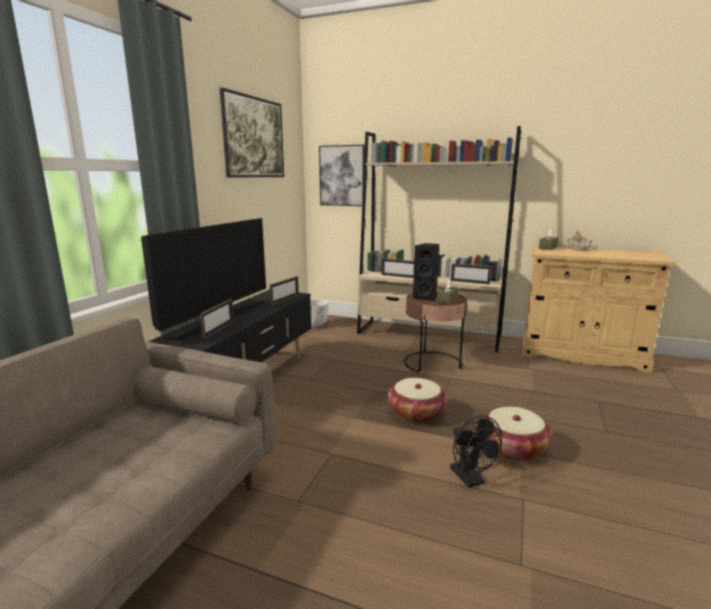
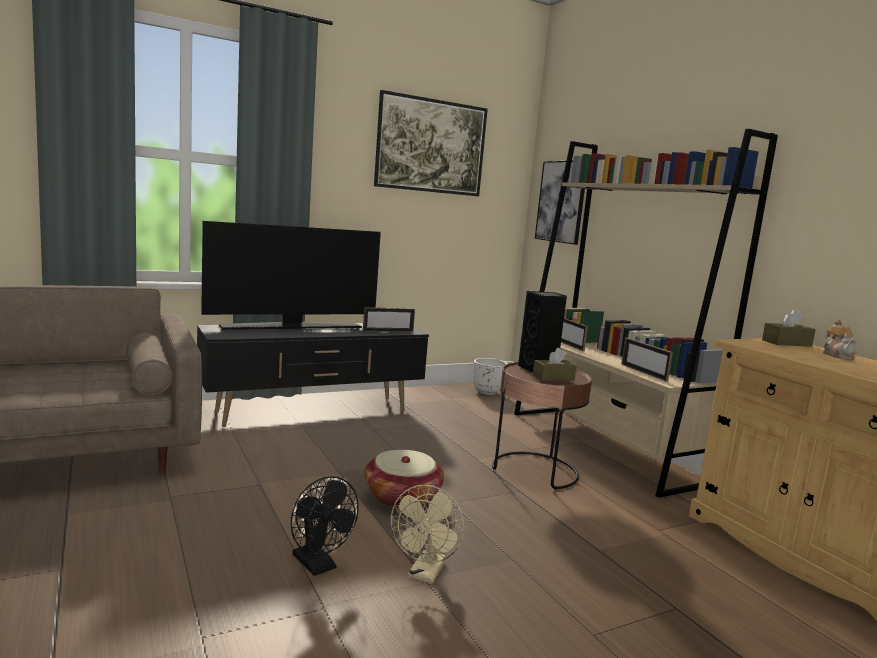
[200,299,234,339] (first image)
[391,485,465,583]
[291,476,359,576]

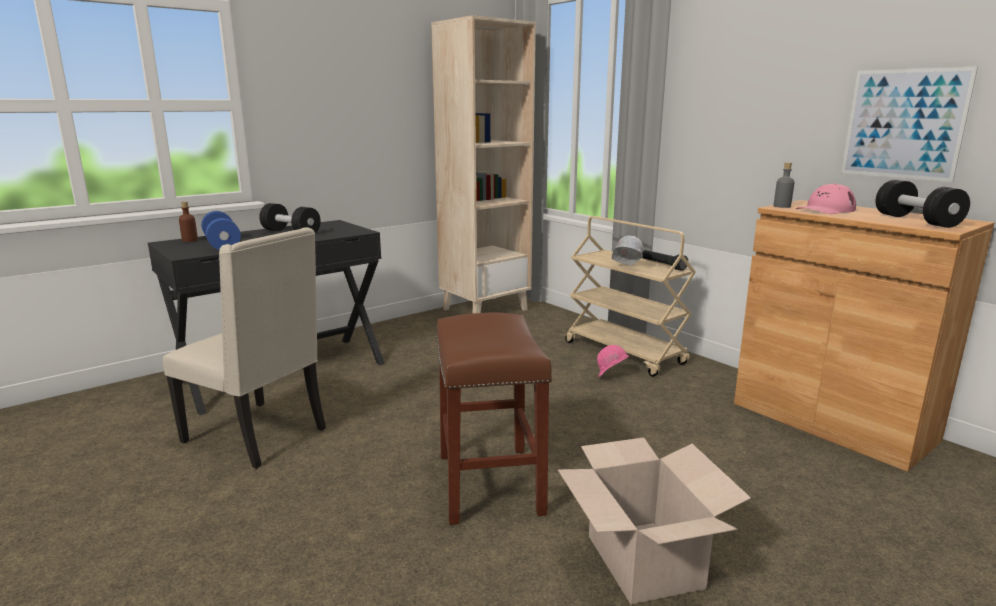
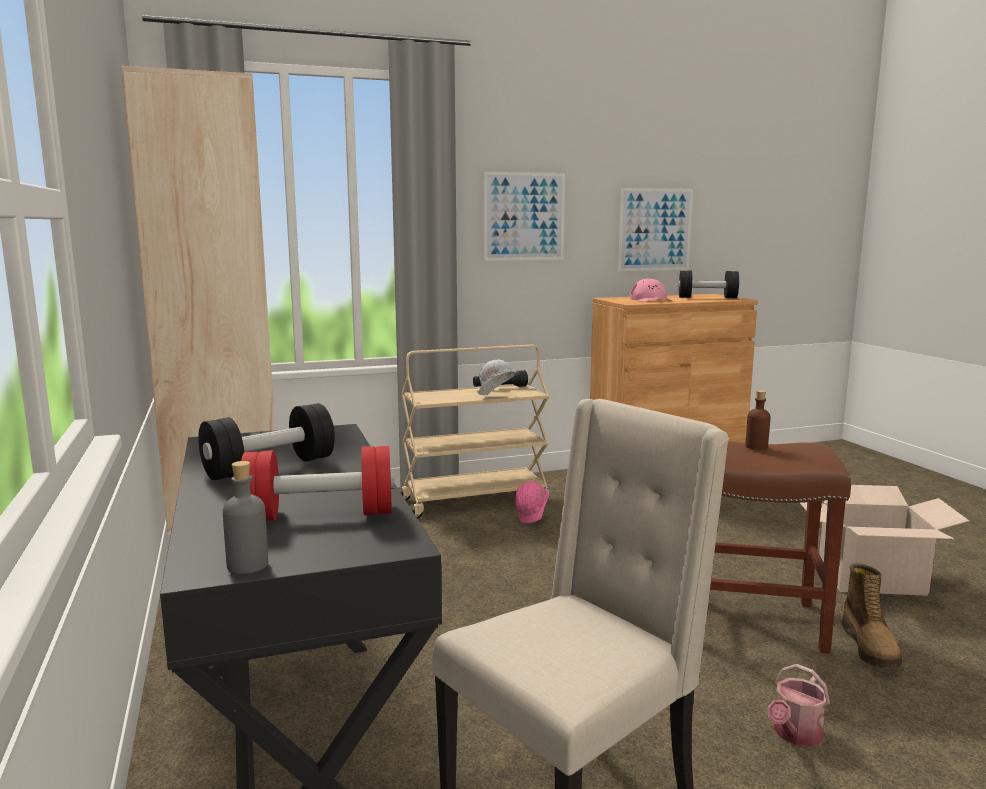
[484,172,565,261]
[767,664,830,746]
[842,563,902,669]
[745,390,771,450]
[223,461,268,574]
[241,446,394,521]

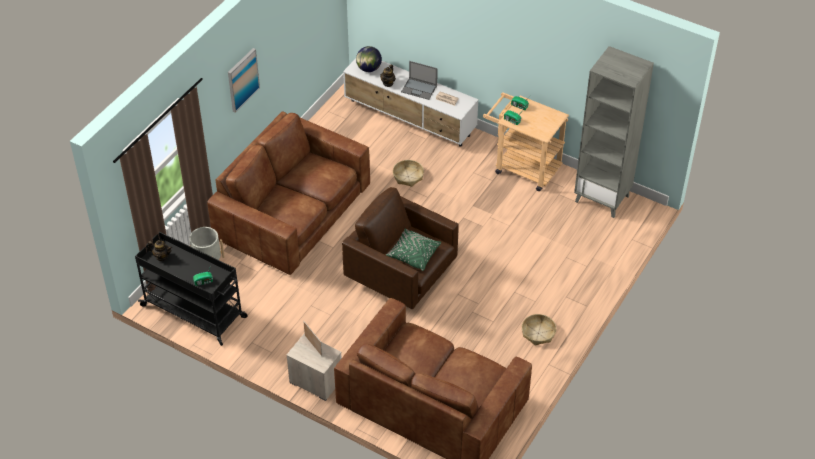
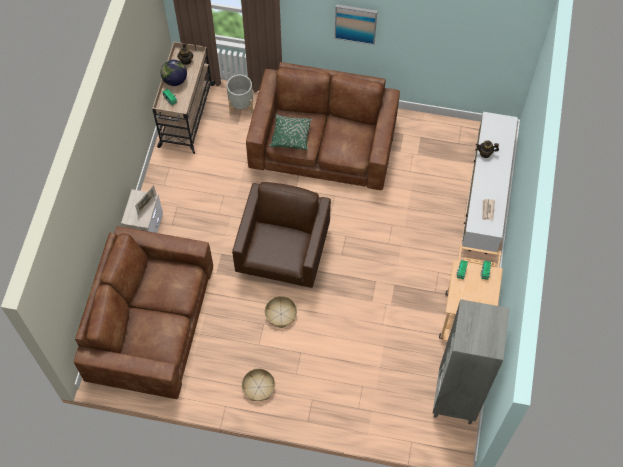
[401,61,438,100] (first image)
[161,60,187,86]
[269,114,312,150]
[265,296,297,328]
[152,42,215,154]

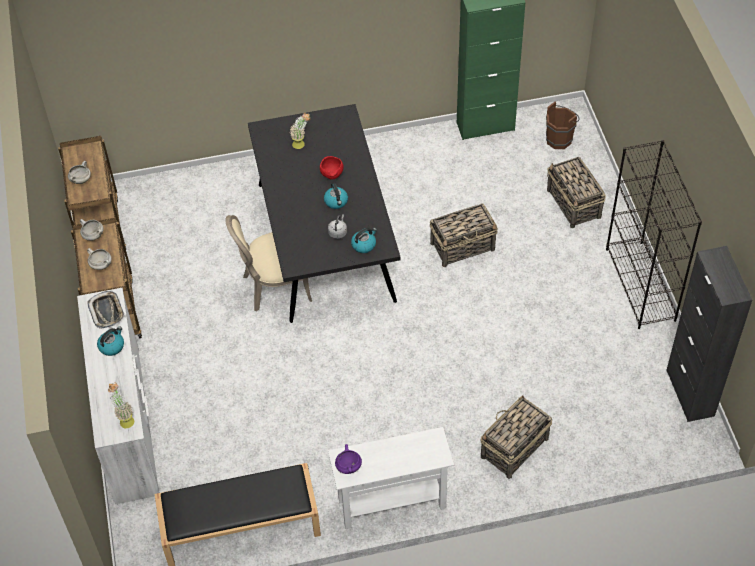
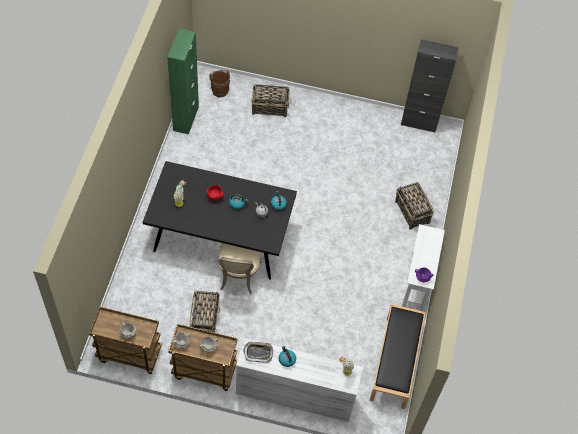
[606,140,702,329] (first image)
[189,291,220,333]

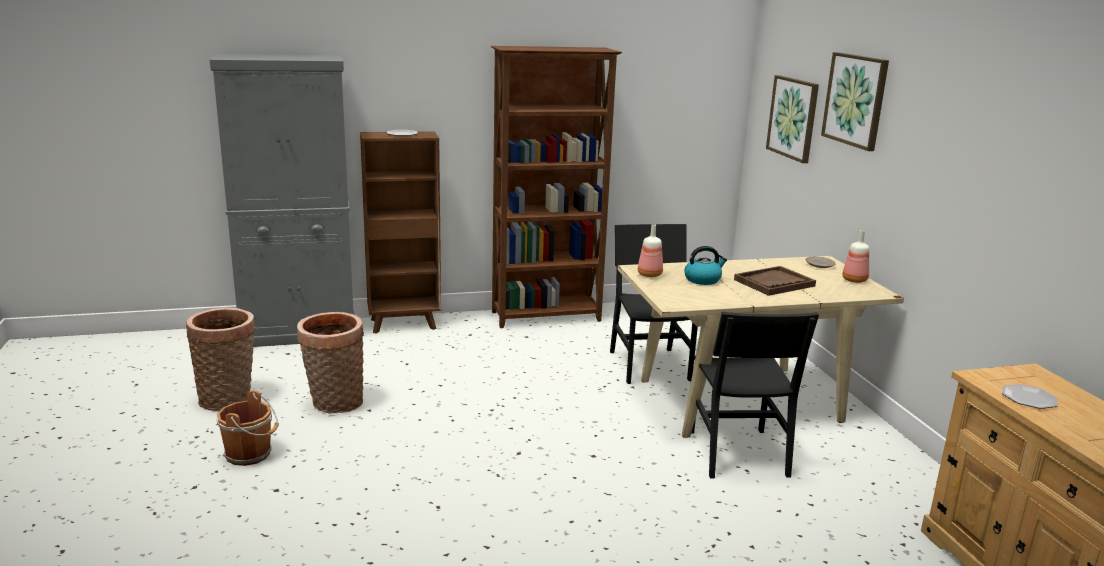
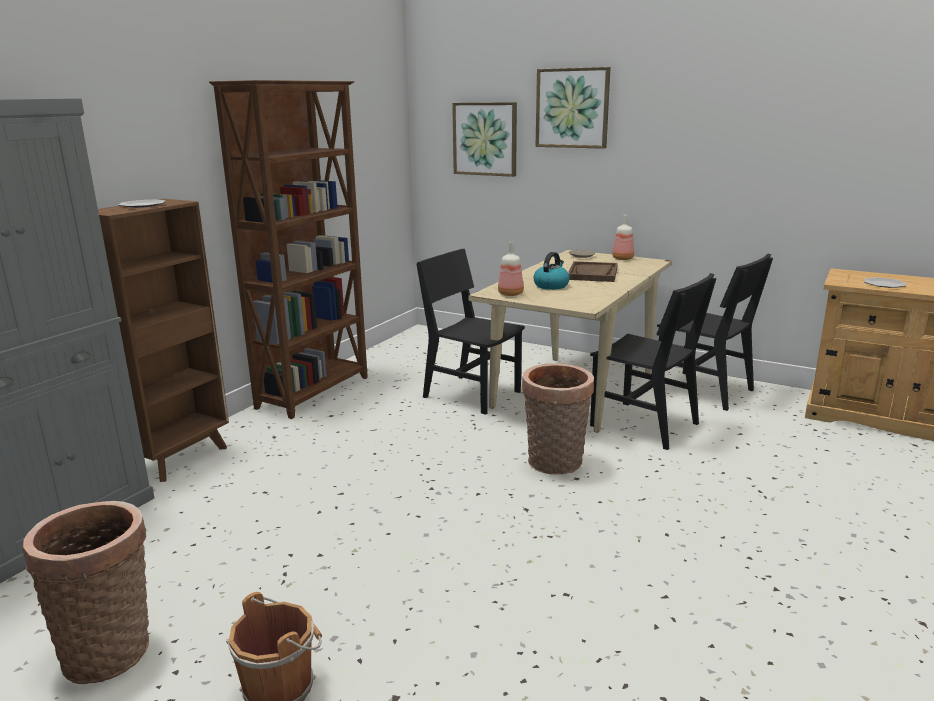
[657,253,773,411]
[522,363,594,475]

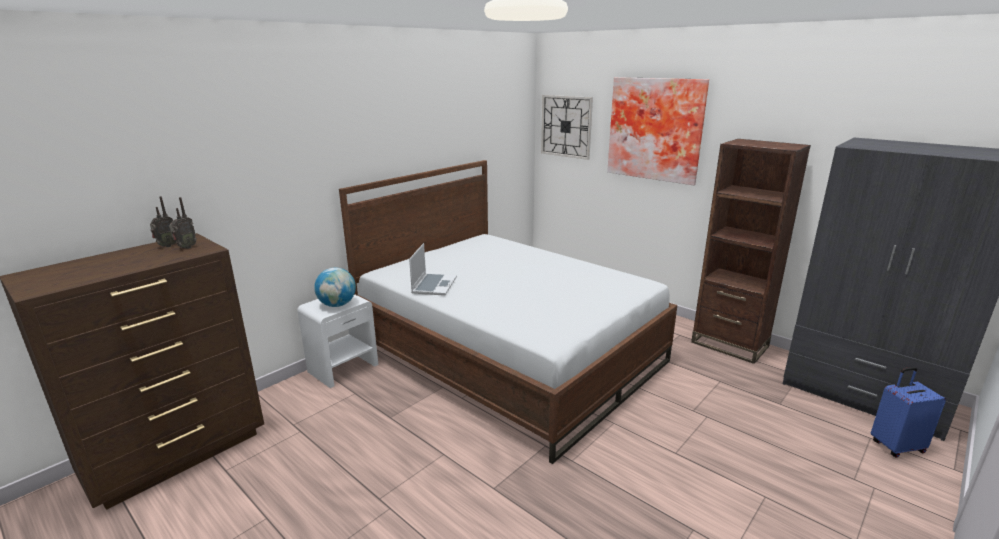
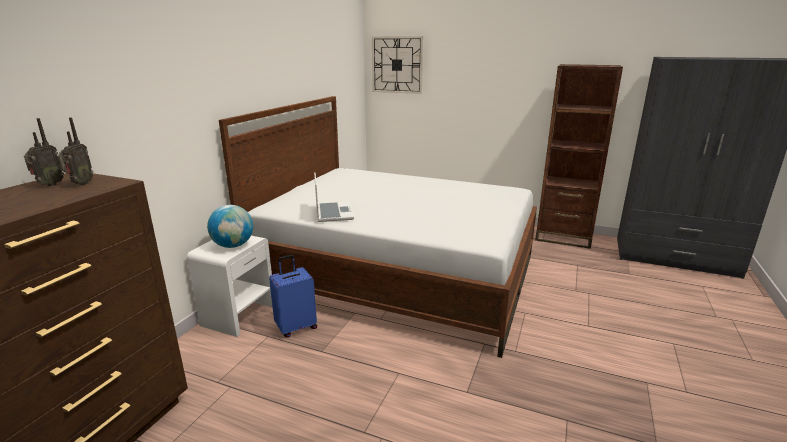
[607,77,709,185] (first image)
[269,255,317,338]

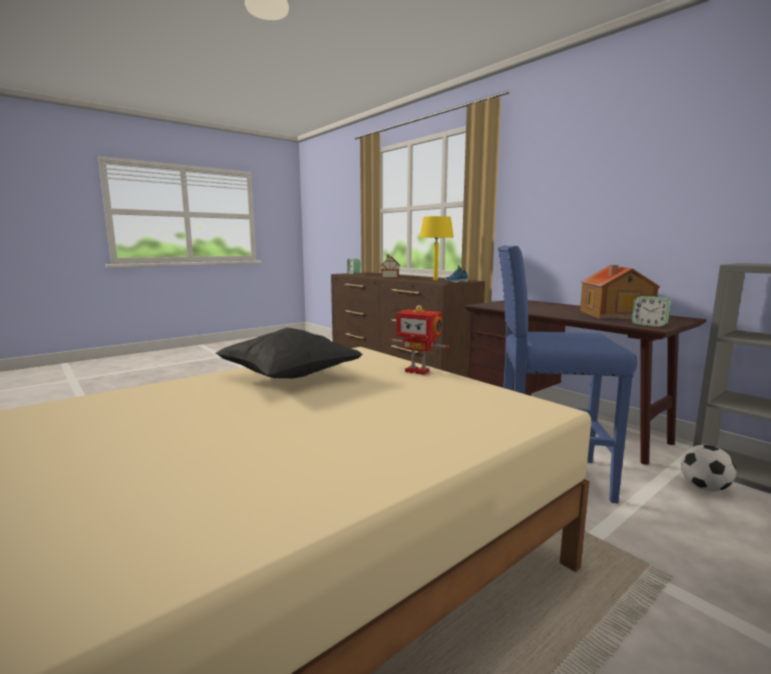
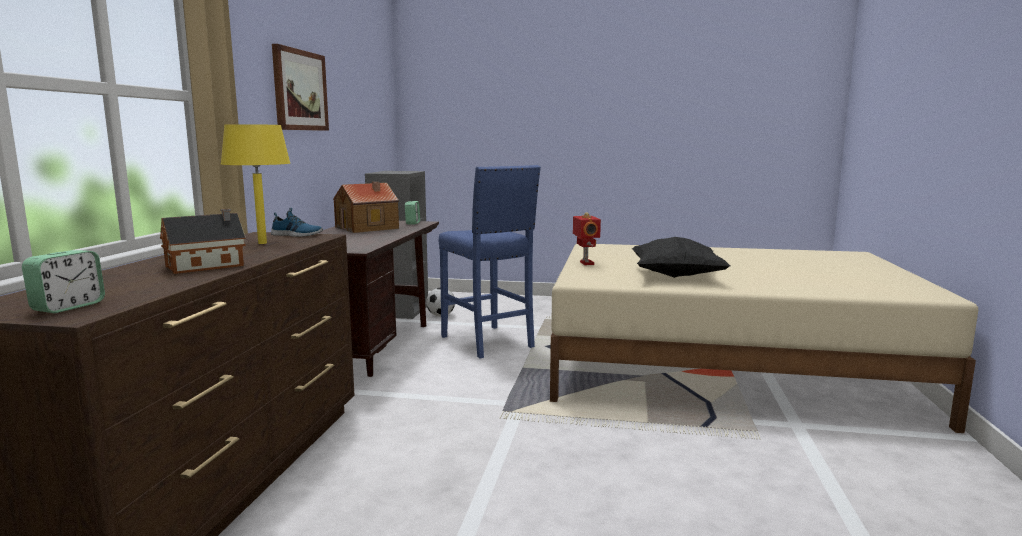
[272,44,329,131]

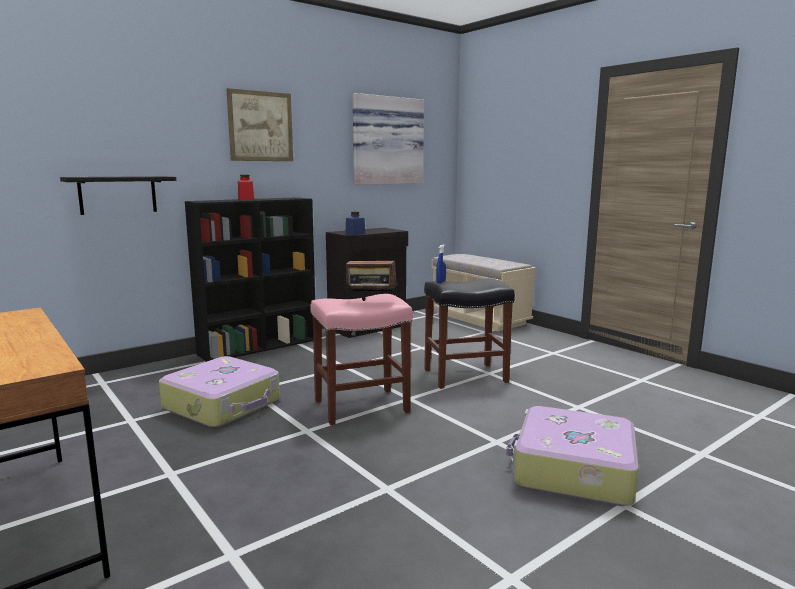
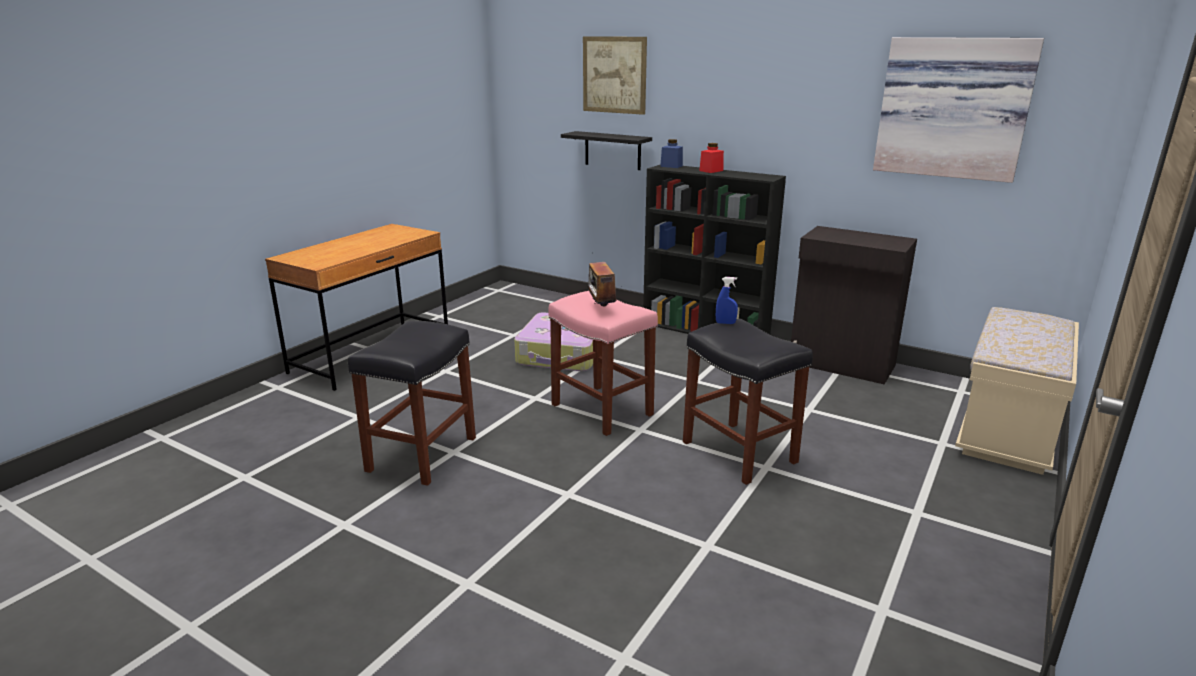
[506,406,639,506] (first image)
[348,321,476,486]
[583,36,647,115]
[660,139,683,168]

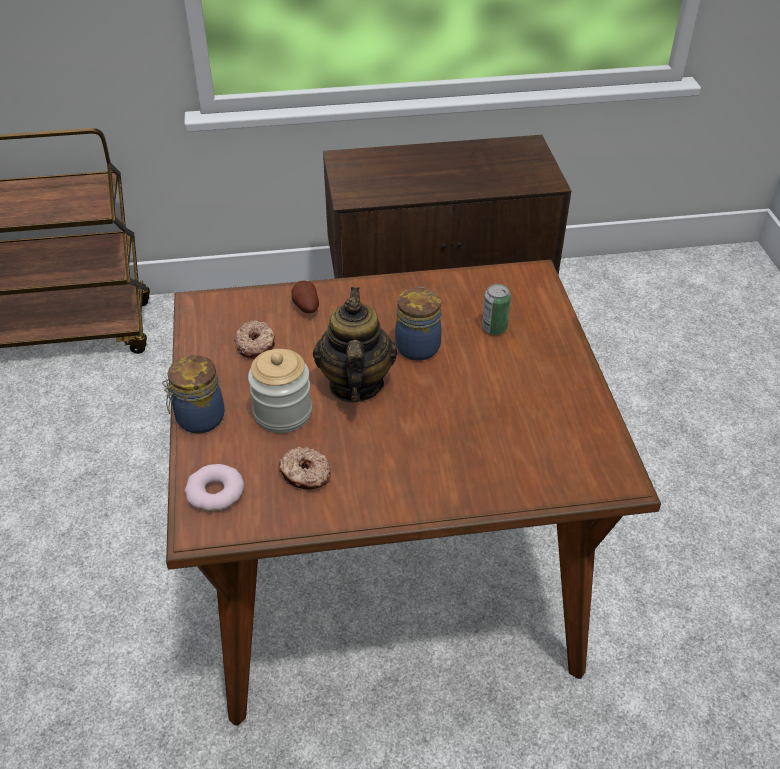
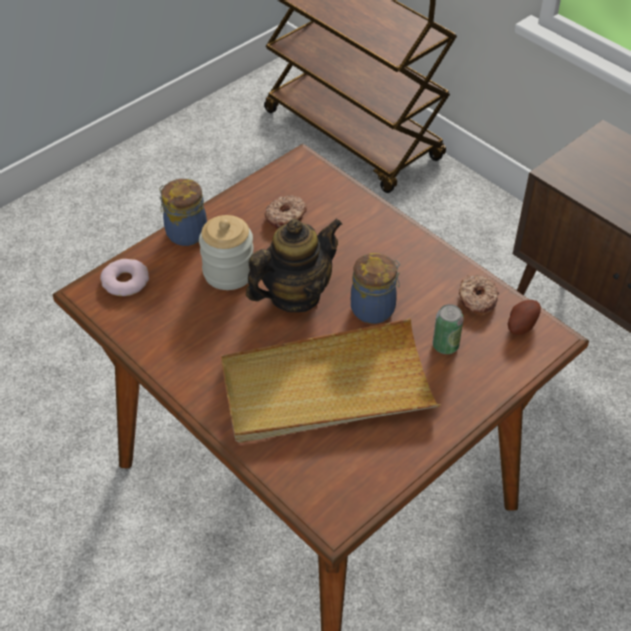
[221,319,441,443]
[459,275,499,315]
[508,300,541,335]

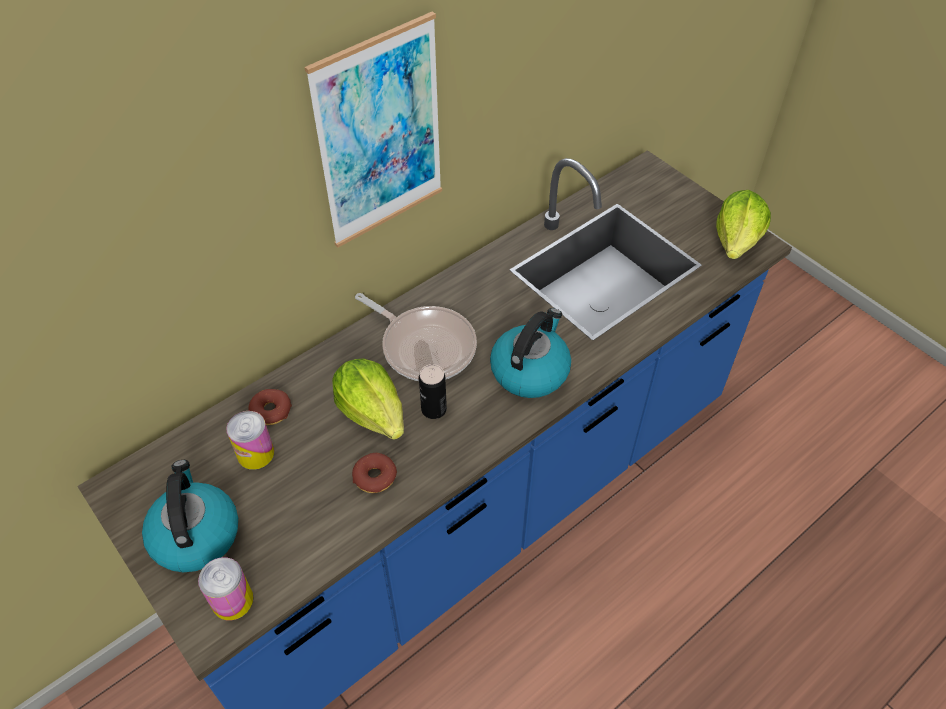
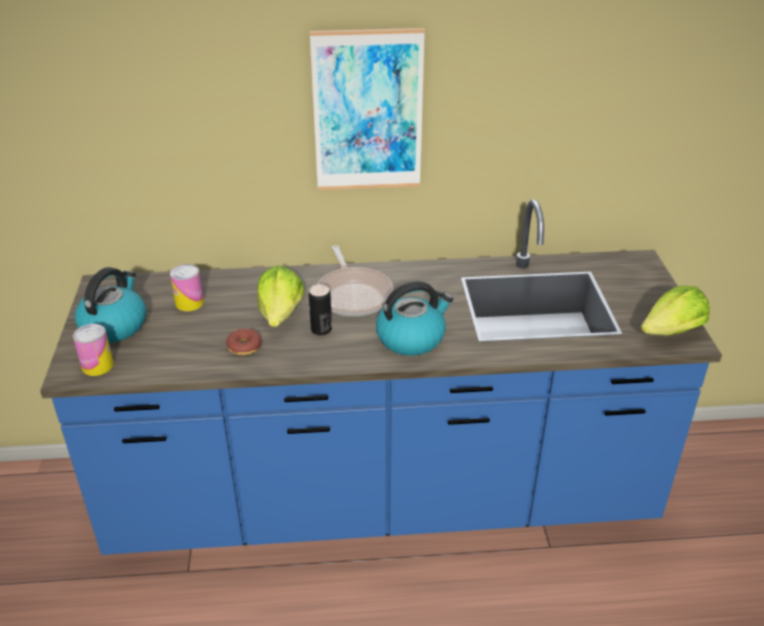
[248,389,292,425] (first image)

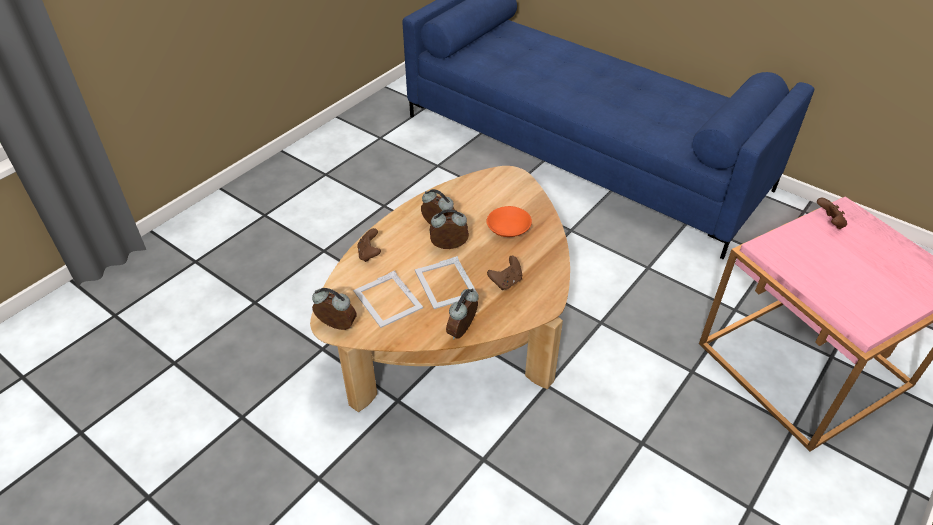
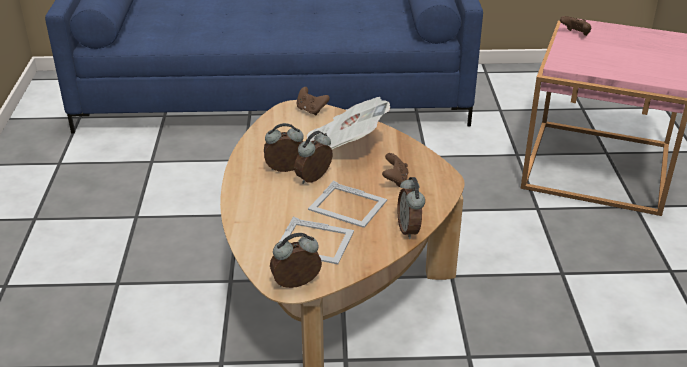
[297,87,330,115]
[306,97,390,149]

